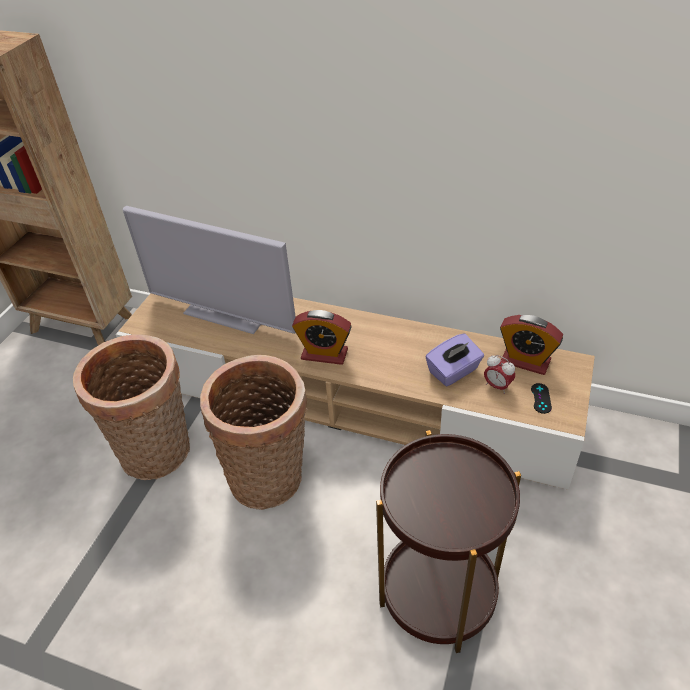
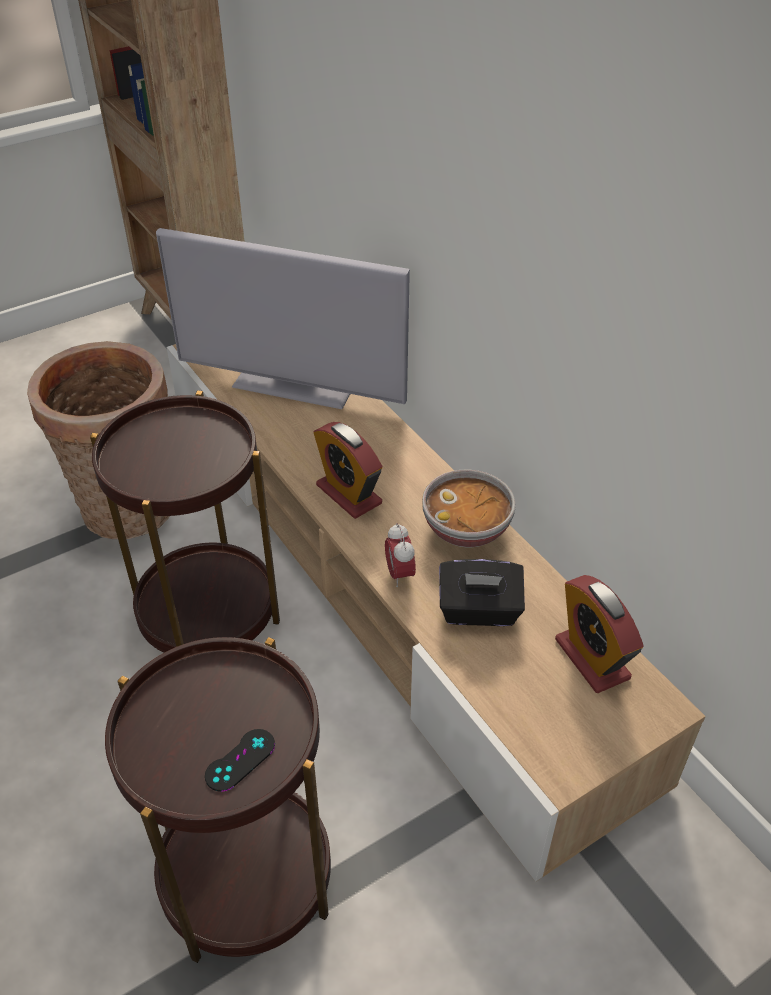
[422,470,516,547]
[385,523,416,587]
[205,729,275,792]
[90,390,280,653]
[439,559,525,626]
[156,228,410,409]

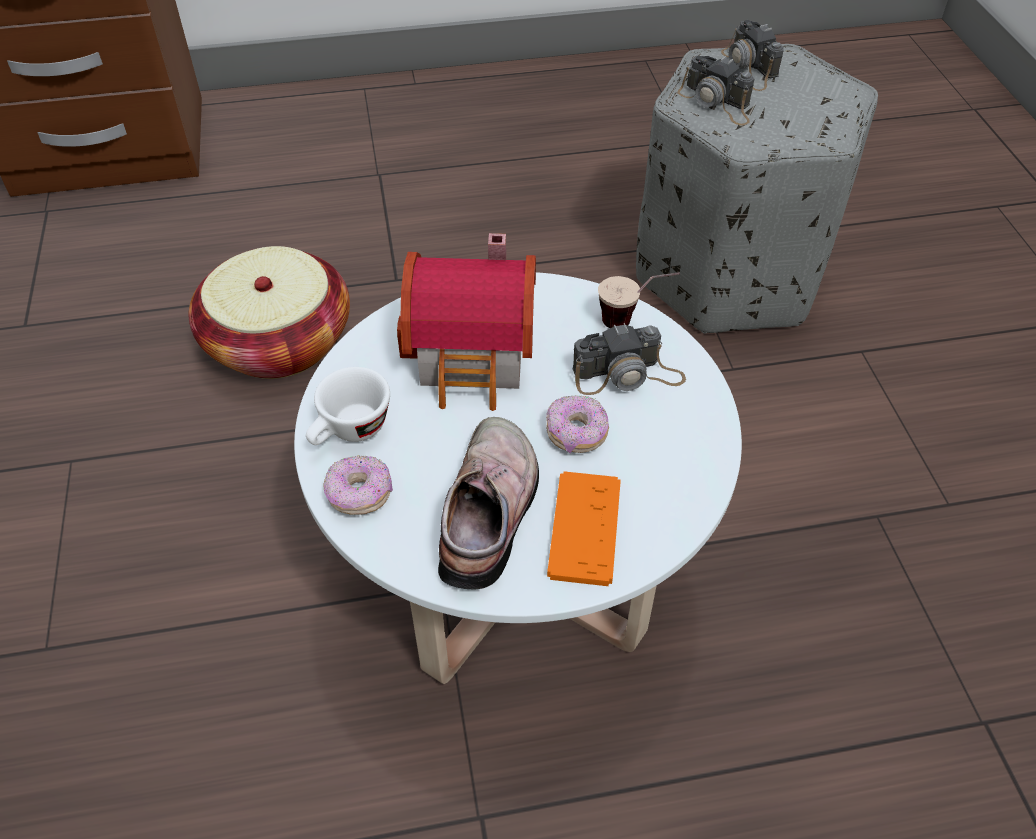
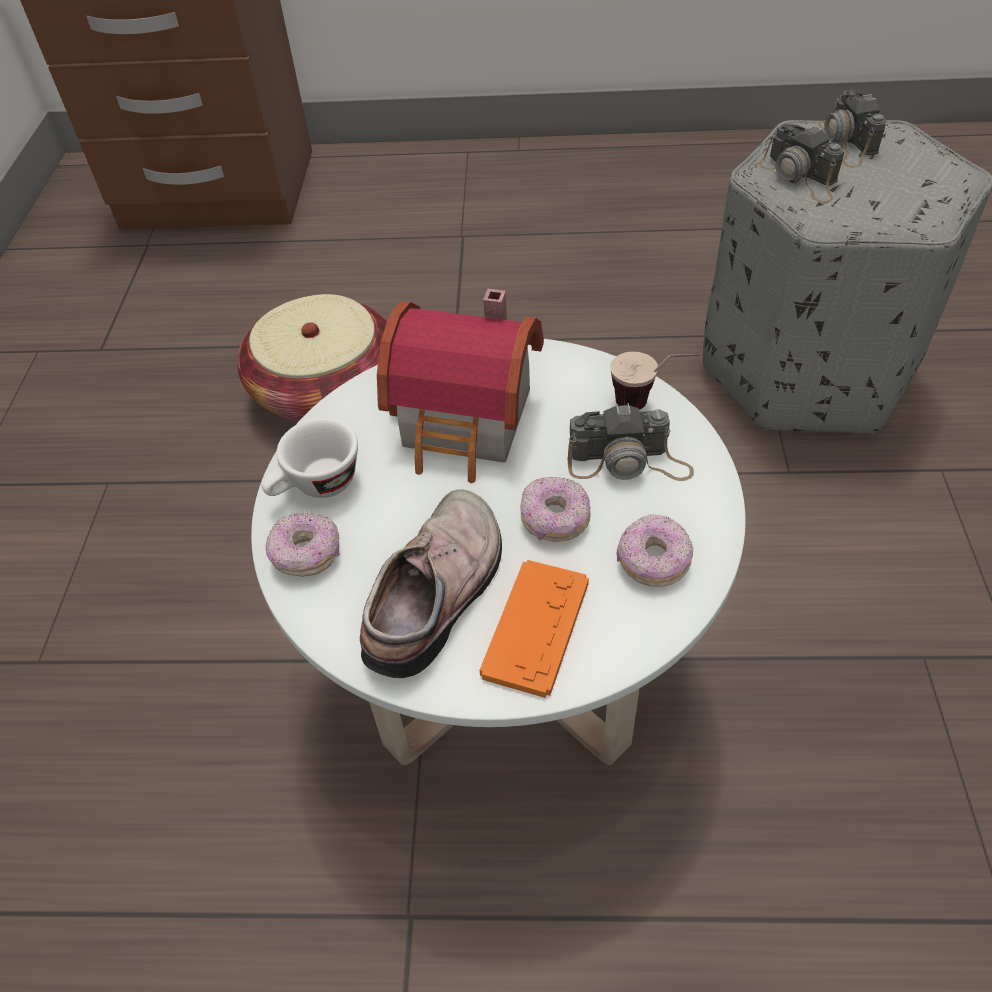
[616,514,693,587]

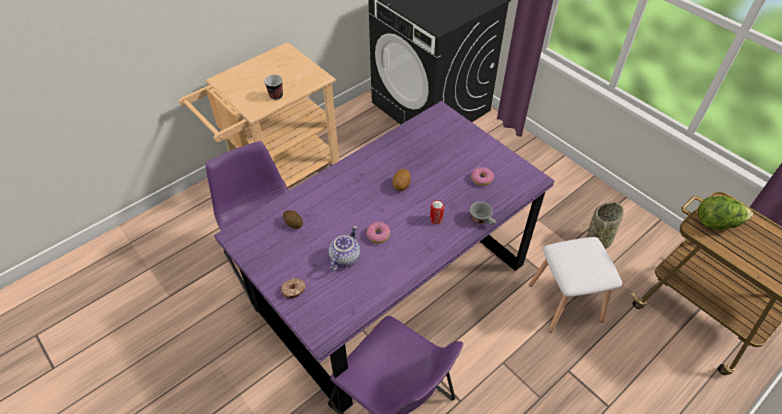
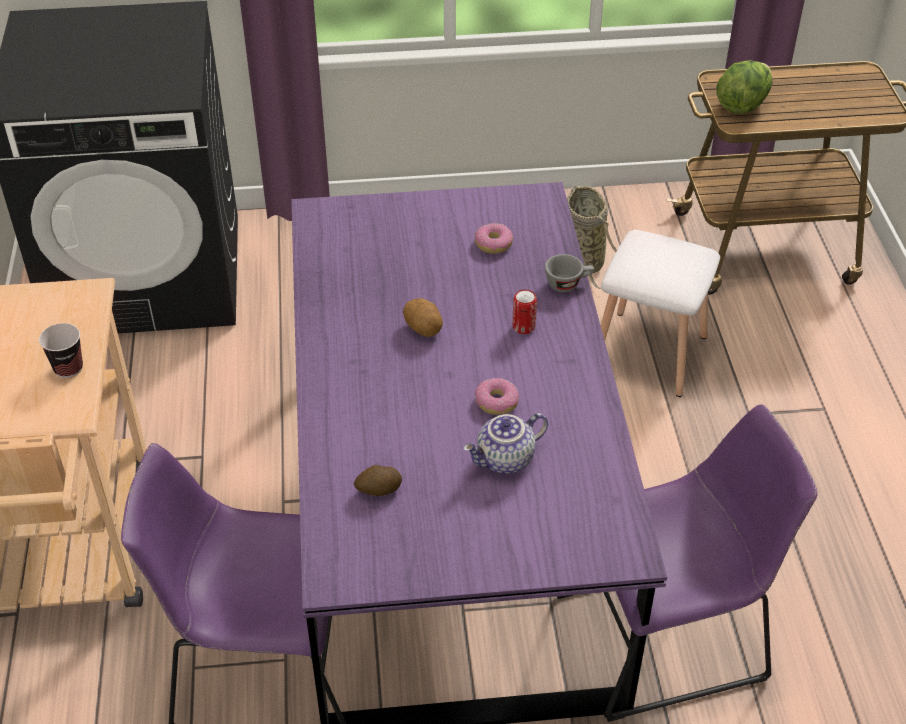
[281,278,306,298] (first image)
[463,413,548,474]

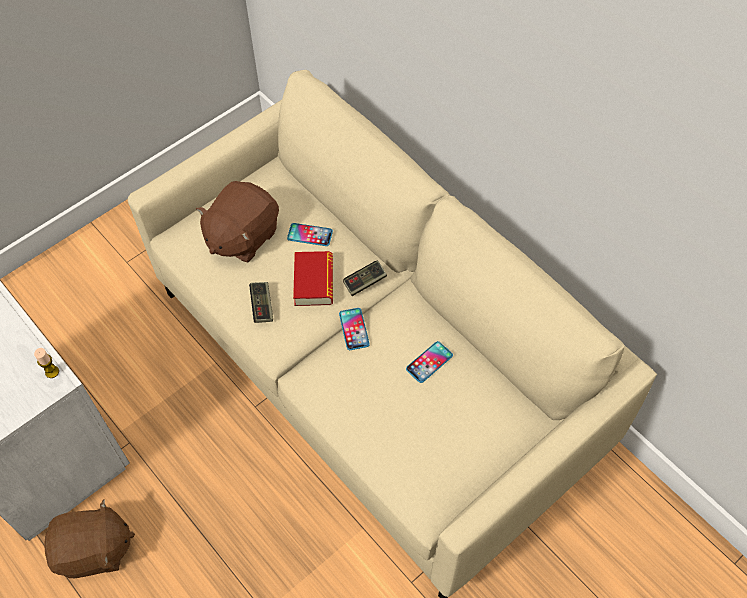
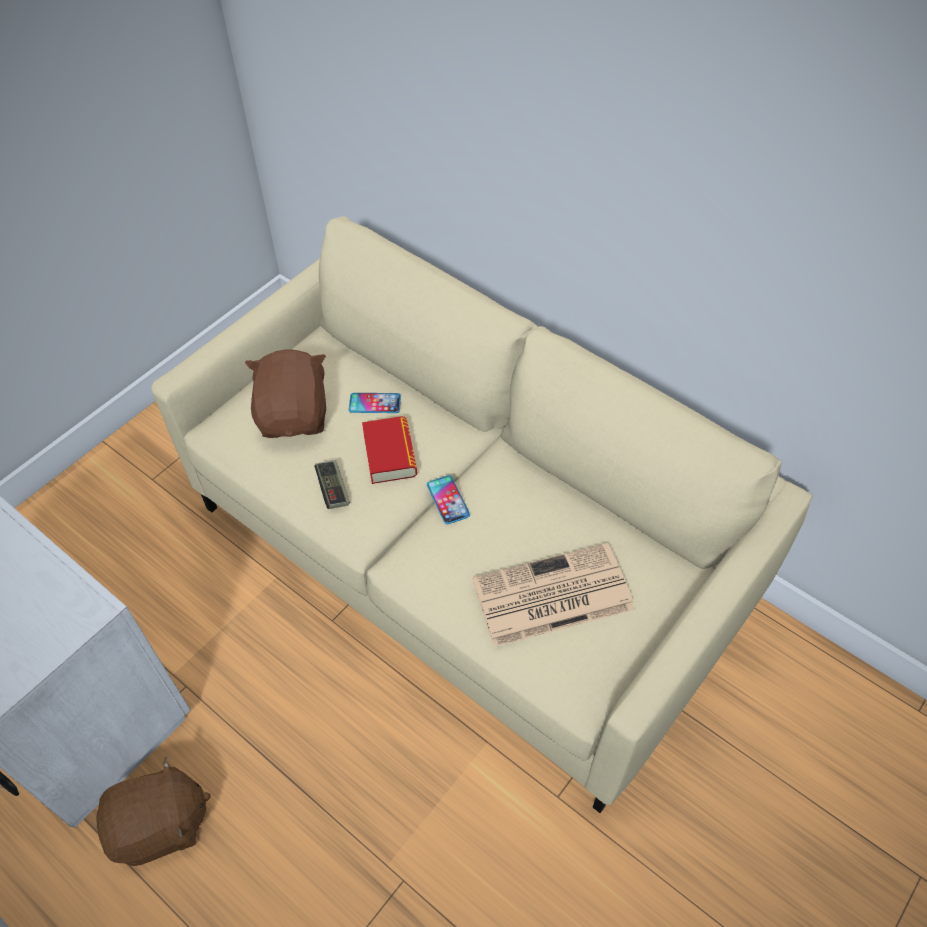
[34,348,59,378] (first image)
[343,261,387,296] (first image)
[406,341,453,383] (first image)
[472,543,635,647]
[245,349,326,438]

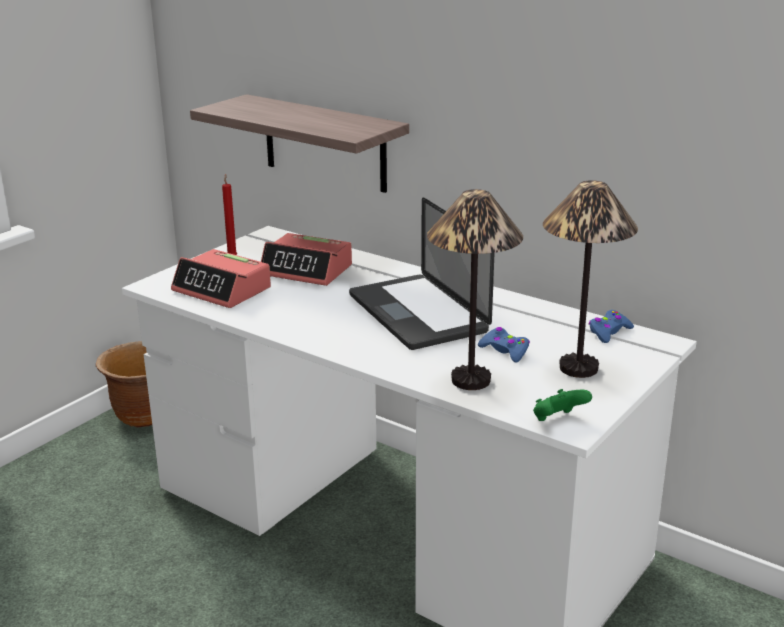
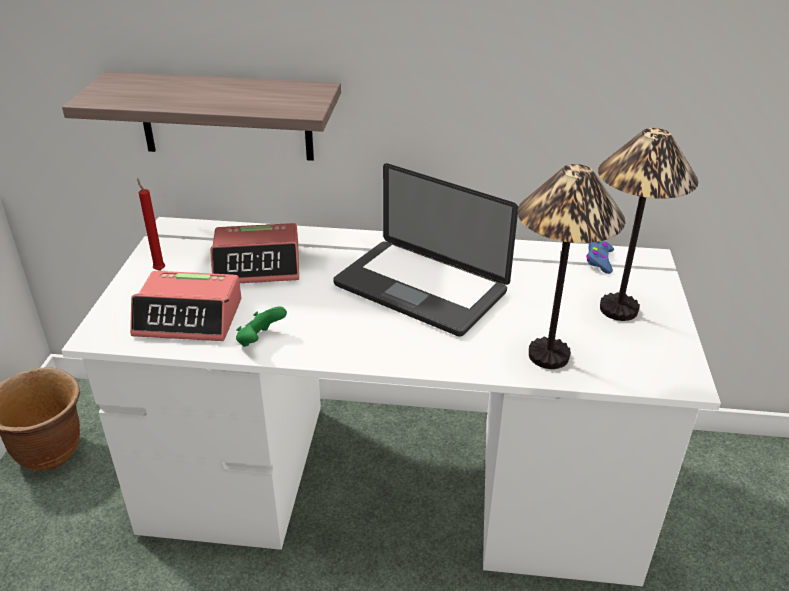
[478,327,530,363] (first image)
[236,306,287,347]

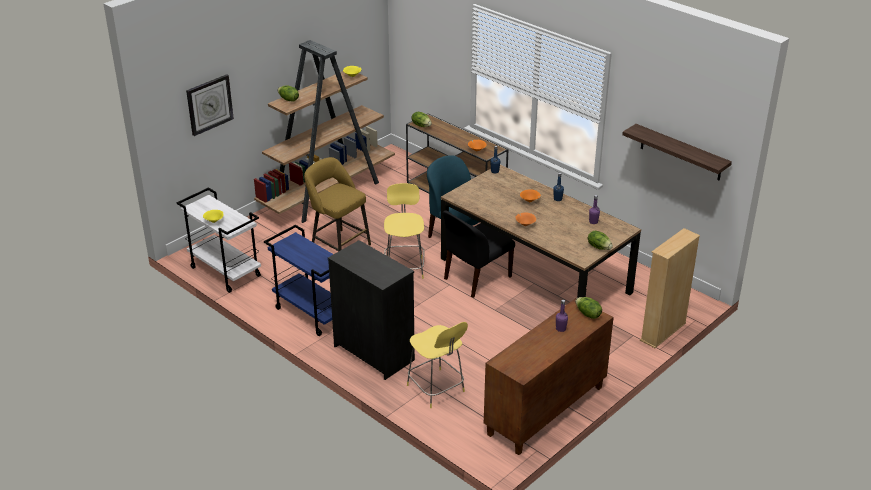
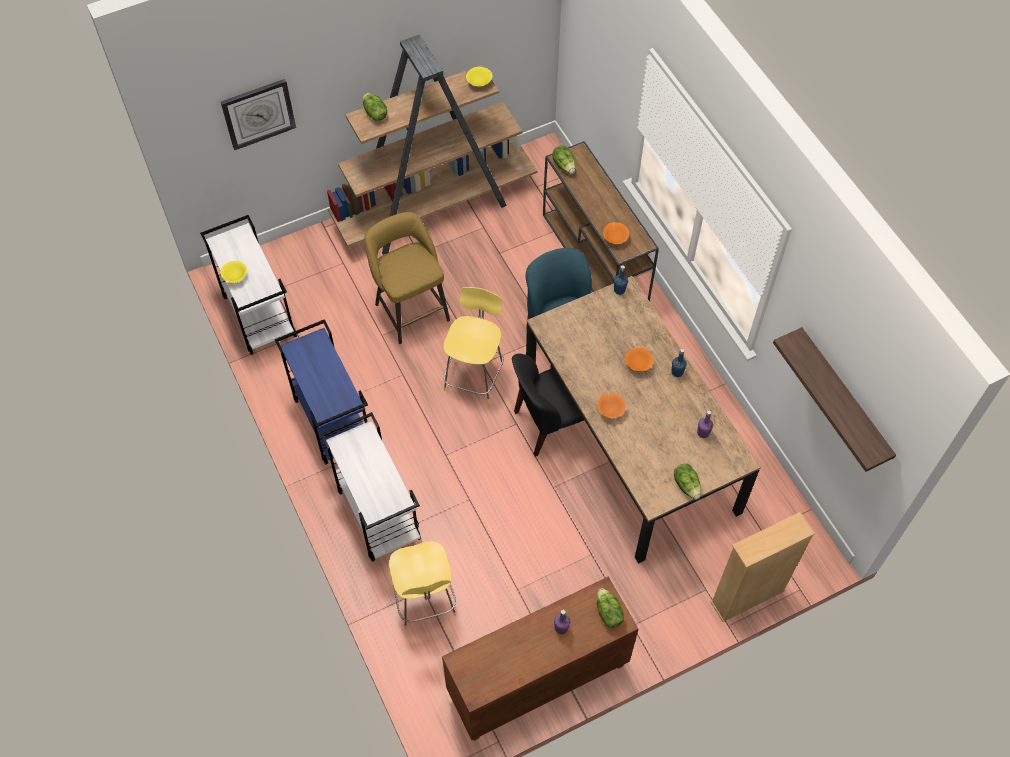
[321,412,421,562]

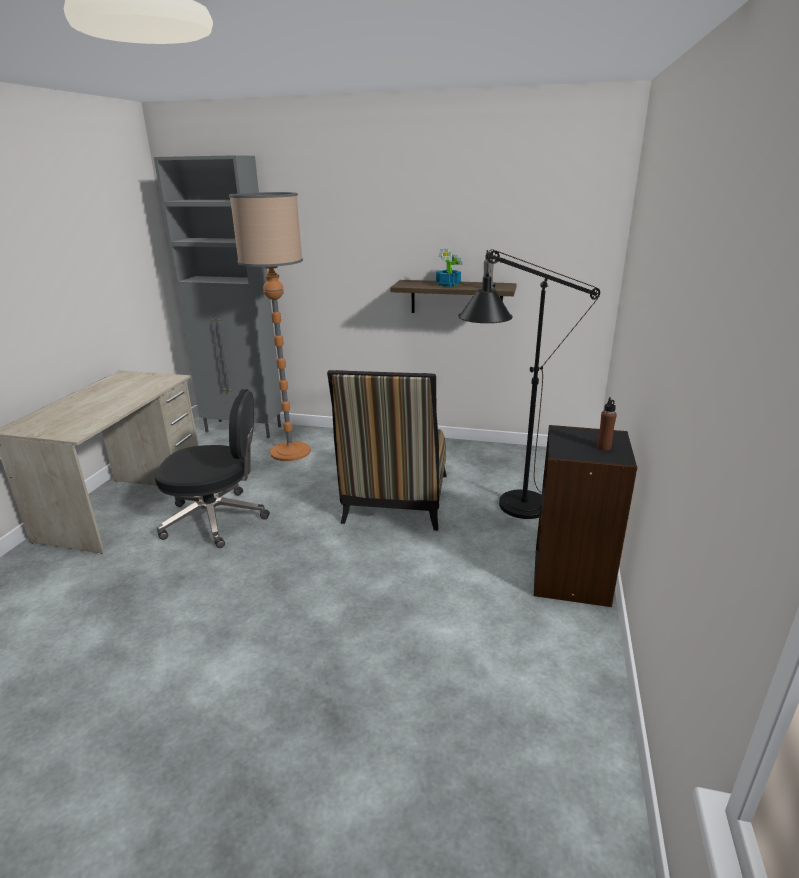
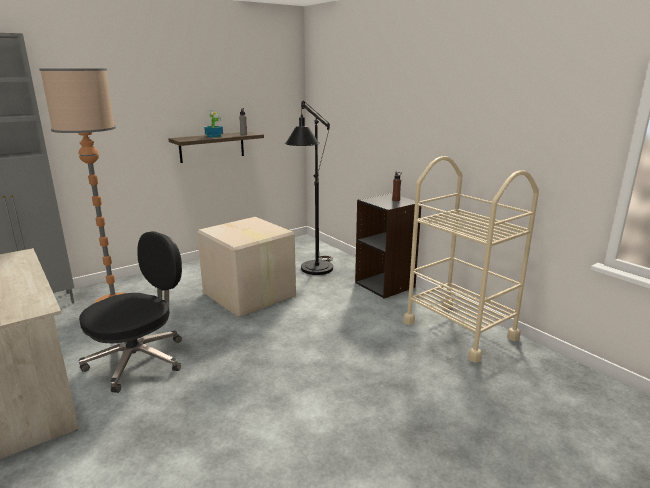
[403,156,539,363]
[197,217,296,317]

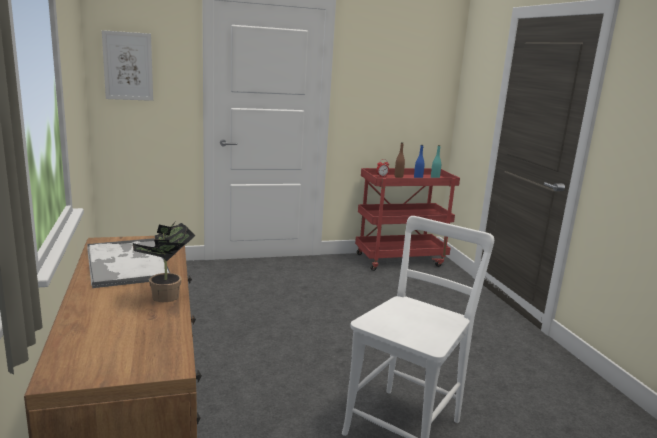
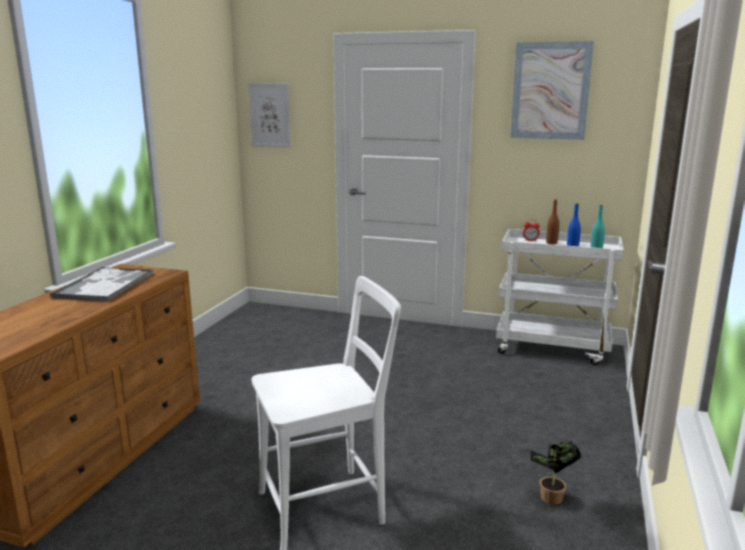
[510,41,594,140]
[530,441,582,505]
[496,229,624,365]

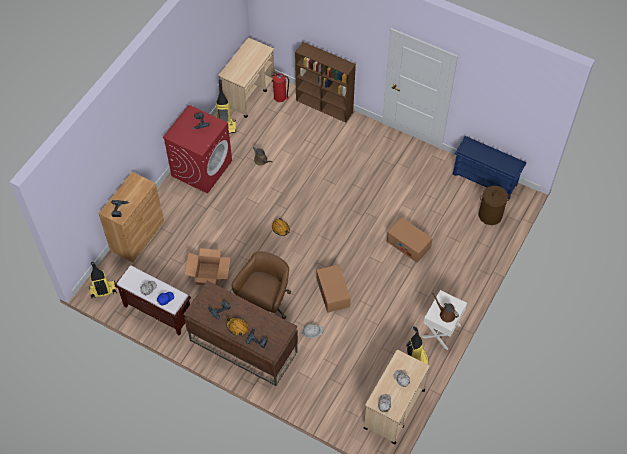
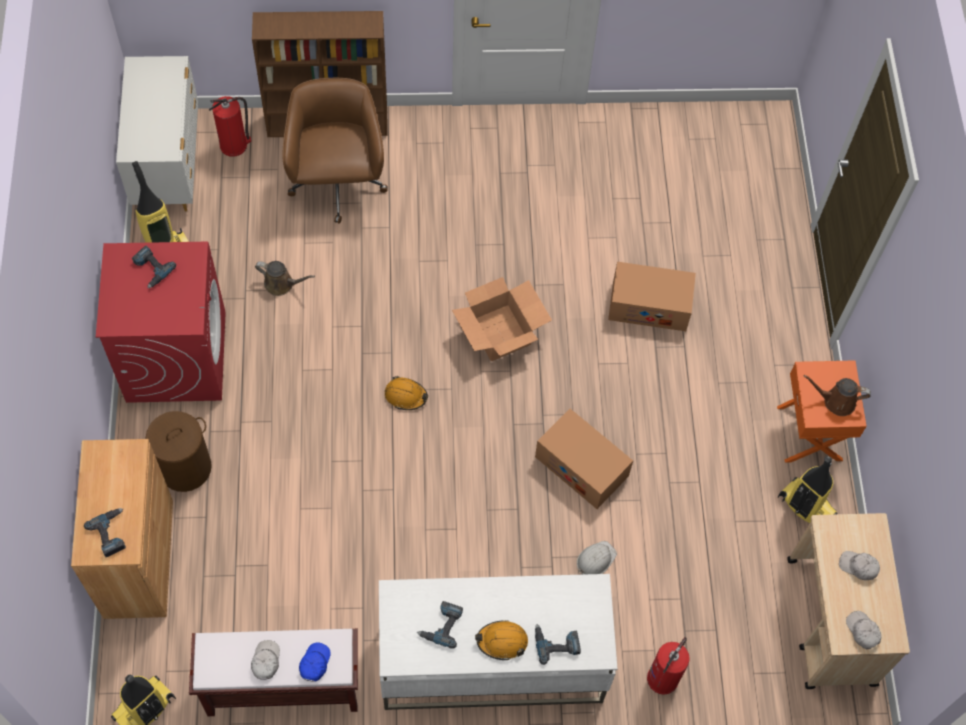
[453,136,526,199] (first image)
[647,637,690,695]
[452,277,552,361]
[282,78,388,224]
[145,411,212,492]
[116,56,198,211]
[379,574,618,710]
[777,360,867,463]

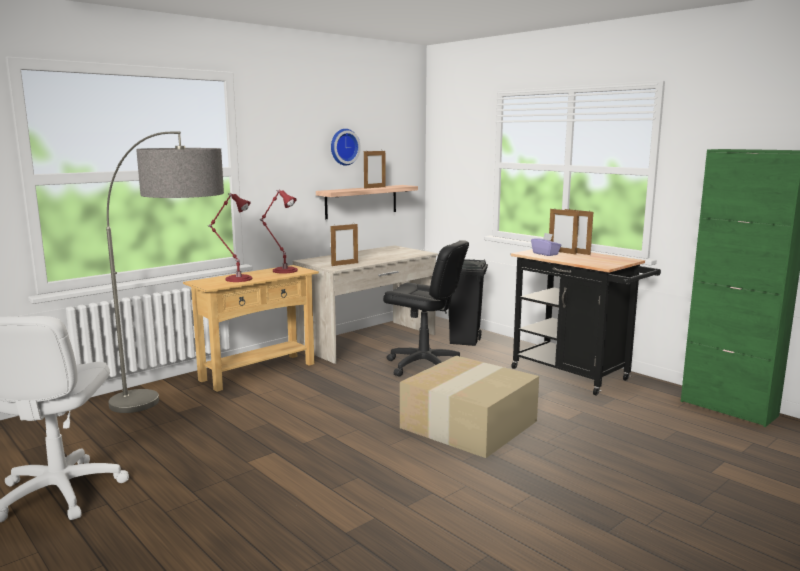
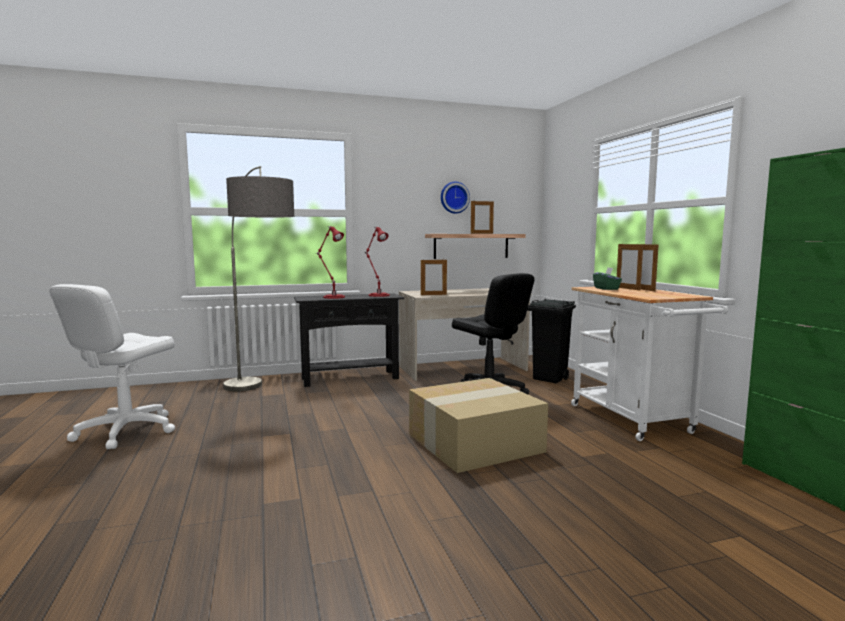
[294,293,404,387]
[571,287,728,441]
[593,268,622,290]

